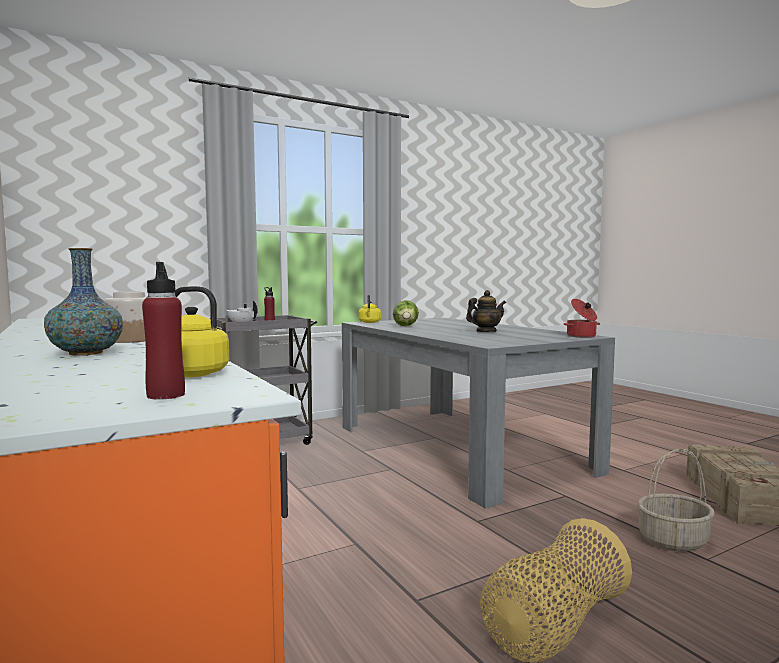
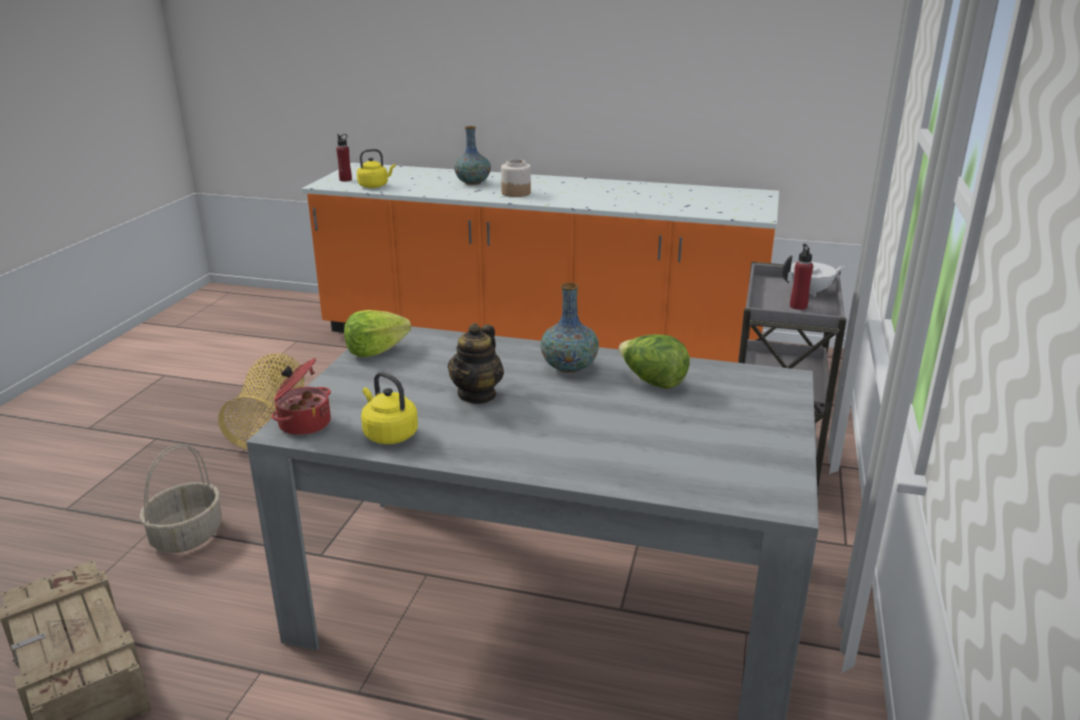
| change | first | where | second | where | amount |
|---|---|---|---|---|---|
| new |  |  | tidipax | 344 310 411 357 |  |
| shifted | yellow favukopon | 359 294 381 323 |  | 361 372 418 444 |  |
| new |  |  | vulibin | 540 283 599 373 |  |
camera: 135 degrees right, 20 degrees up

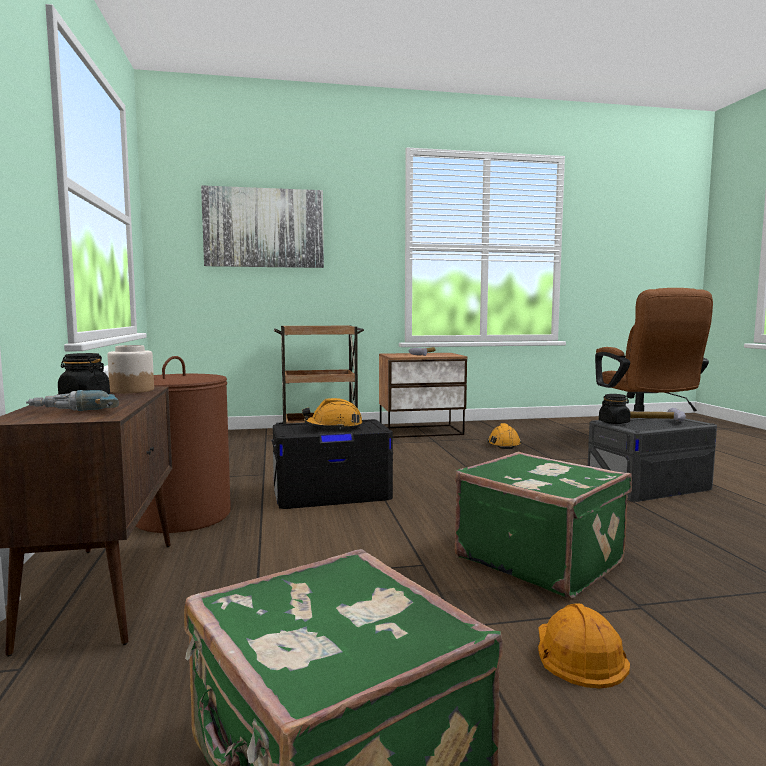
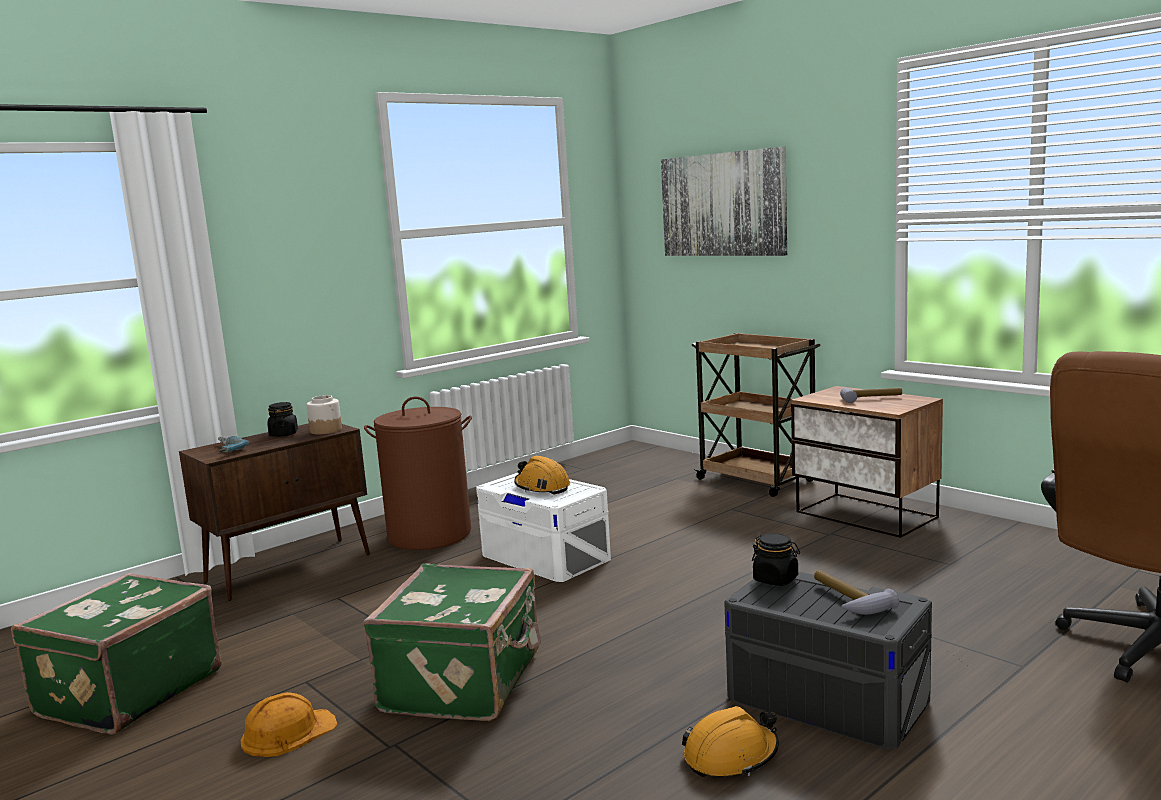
| change | first | where | second | where | amount |
|---|---|---|---|---|---|
| repainted | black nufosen | 271 419 393 509 | white nufosen | 476 473 611 582 |  |
| shifted | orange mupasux | 487 423 521 449 |  | 682 706 779 777 |  |
camera: 60 degrees right, 5 degrees up

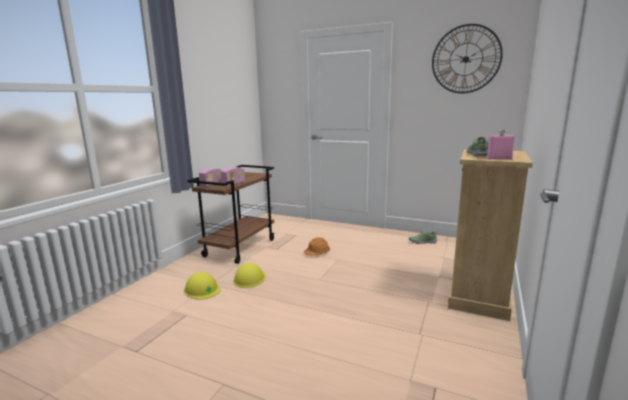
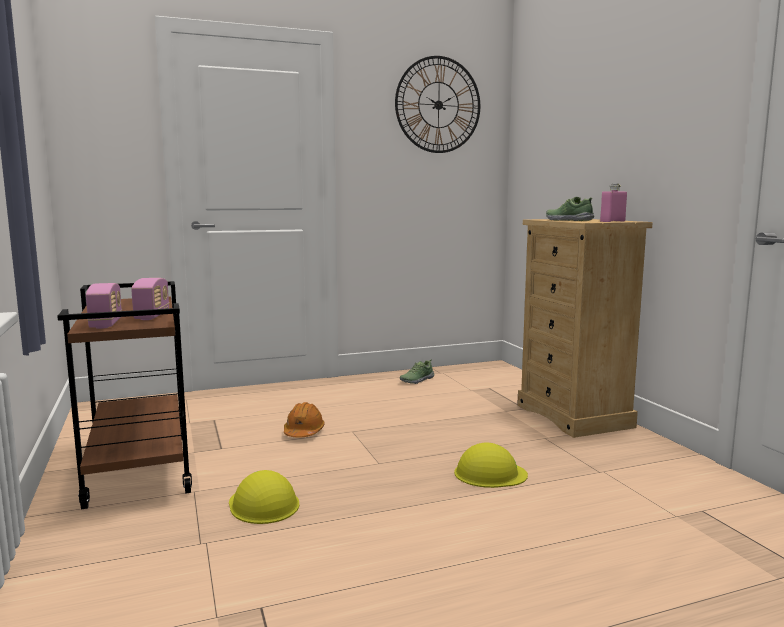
| change | first | where | second | where | amount |
|---|---|---|---|---|---|
| shifted | yellow mupasux | 184 272 220 300 |  | 454 442 528 488 |  |
camera: 45 degrees left, 5 degrees down

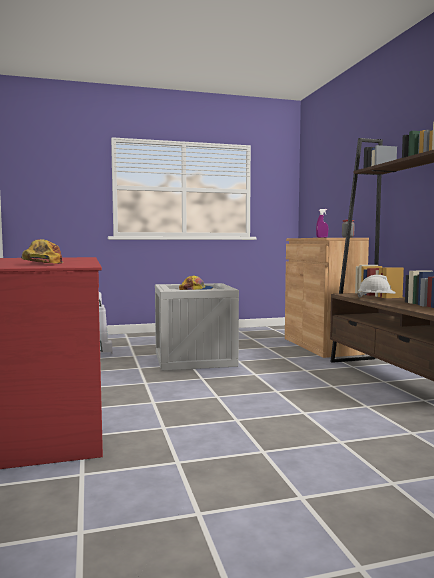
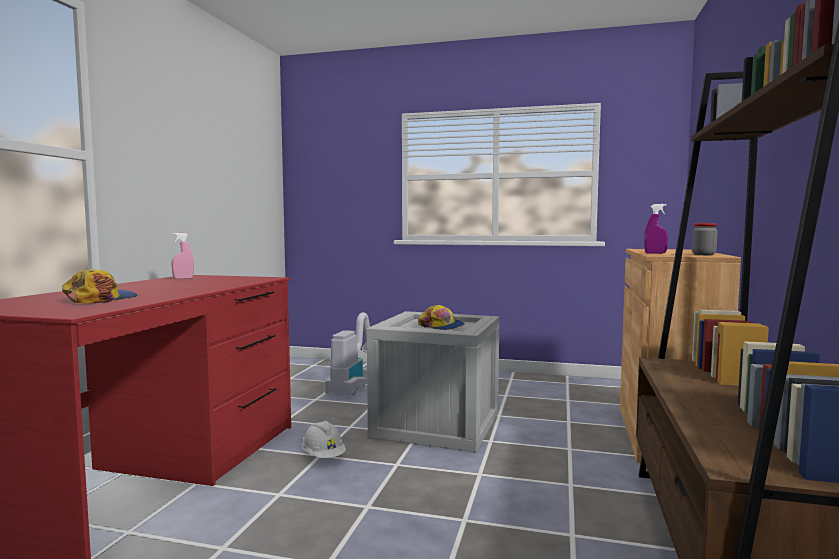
| change | first | where | second | where | amount |
|---|---|---|---|---|---|
| new |  |  | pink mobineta | 172 233 194 279 |  |
| shifted | white mupasux | 357 275 395 298 |  | 302 421 346 458 |  |
camera: 30 degrees right, 0 degrees up

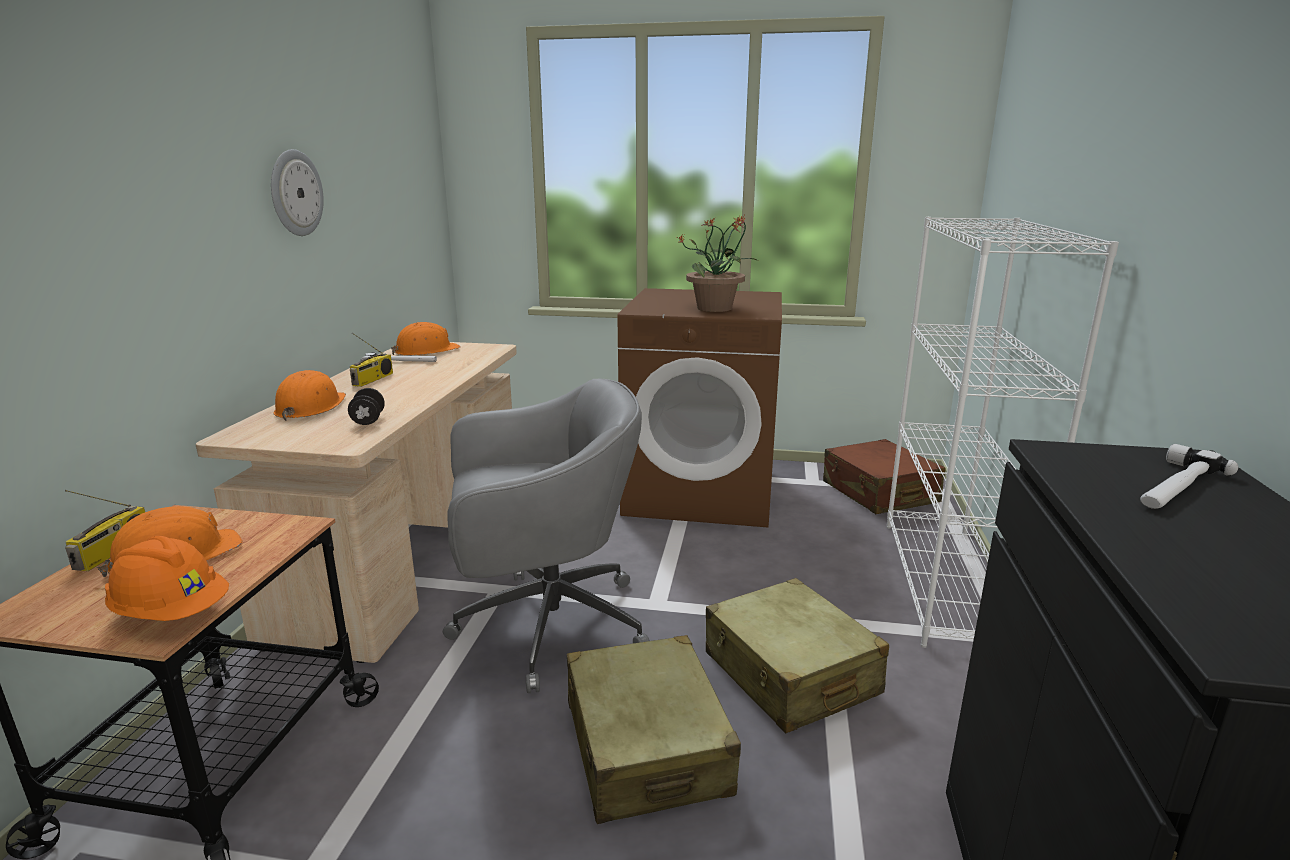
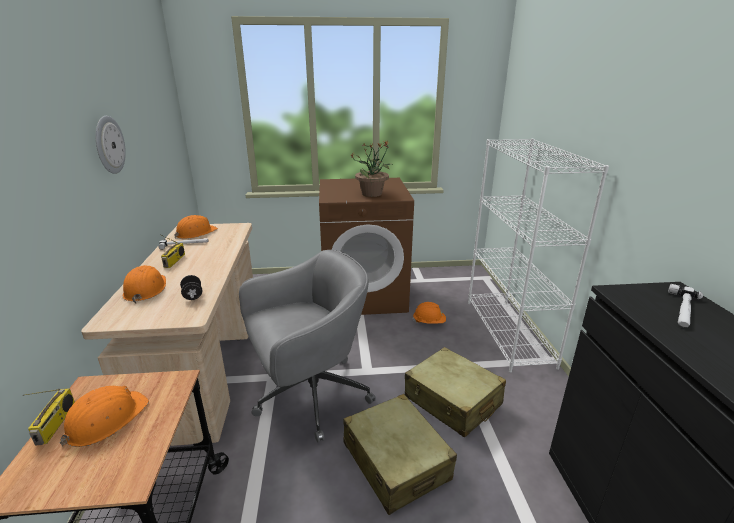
| change | first | where | second | where | amount |
|---|---|---|---|---|---|
| shifted | orange mupasux | 105 536 229 621 |  | 413 302 446 324 |  |
| gone | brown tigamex | 823 439 945 514 |  |  |  |
camera: 15 degrees left, 5 degrees up

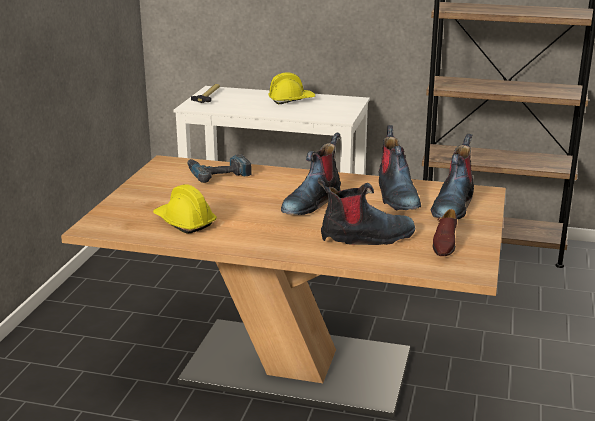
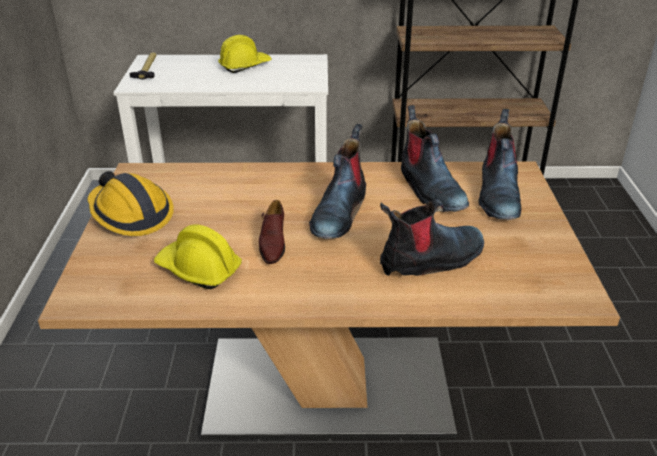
| change | first | where | second | where | amount |
|---|---|---|---|---|---|
| new |  |  | mupasux | 87 171 174 236 |  |
| shifted | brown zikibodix | 433 209 457 256 |  | 259 200 285 264 |  |
| gone | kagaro | 187 154 252 183 |  |  |  |
camera: 15 degrees left, 10 degrees up

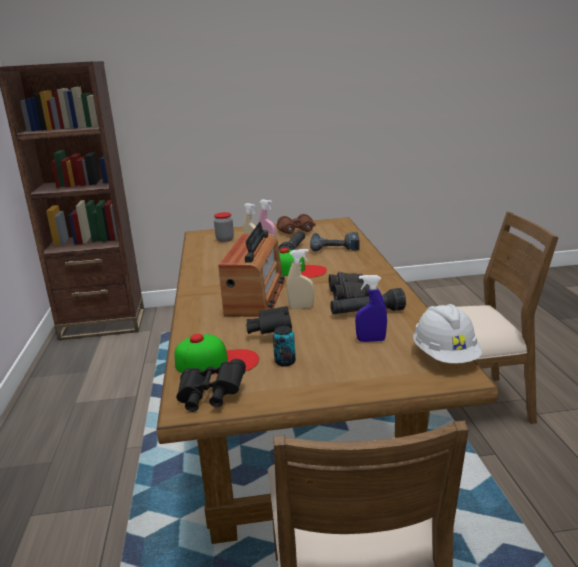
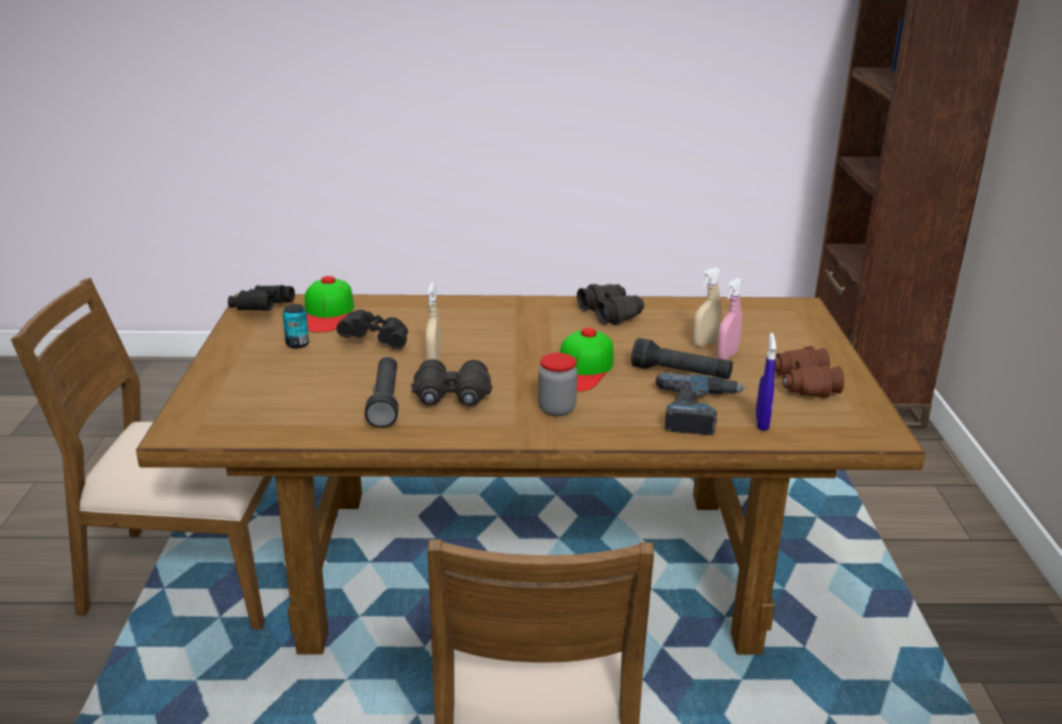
| change | first | where | second | where | amount |
|---|---|---|---|---|---|
| shifted | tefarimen | 214 212 234 242 |  | 538 353 578 416 |  |
| new |  |  | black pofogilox | 577 284 644 325 |  |
| shifted | blue mobineta | 355 275 387 342 |  | 756 333 776 431 |  |
| gone | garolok | 218 222 285 317 |  |  |  |
| gone | white mupasux | 413 304 482 364 |  |  |  |
camera: 95 degrees right, 5 degrees up

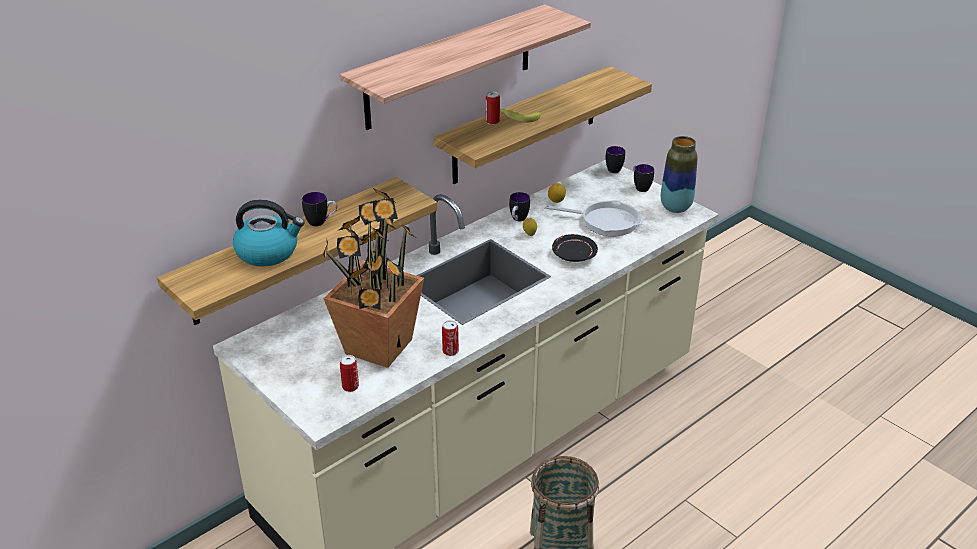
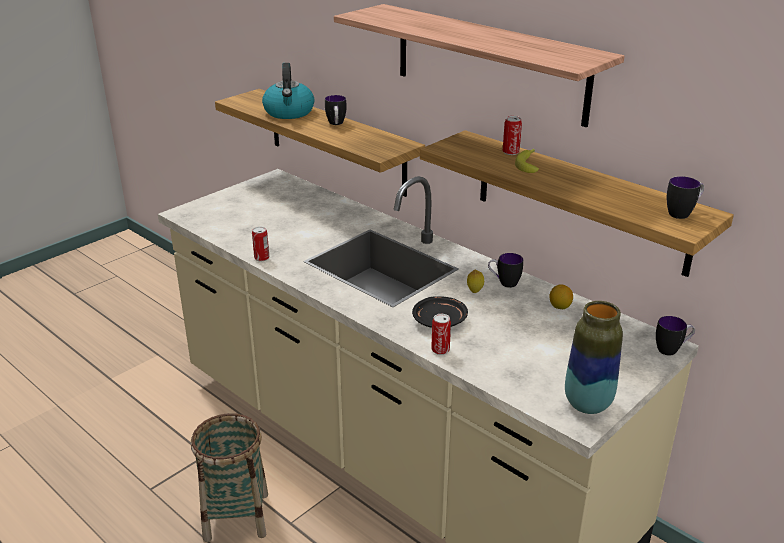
| change | first | where | second | where | amount |
|---|---|---|---|---|---|
| shifted | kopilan | 340 355 359 392 |  | 431 314 451 355 |  |
| shifted | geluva | 634 164 654 192 |  | 667 176 704 219 |  |
| gone | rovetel | 323 187 424 368 |  |  |  |
| gone | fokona | 544 200 644 236 |  |  |  |
camera: 85 degrees right, 5 degrees down

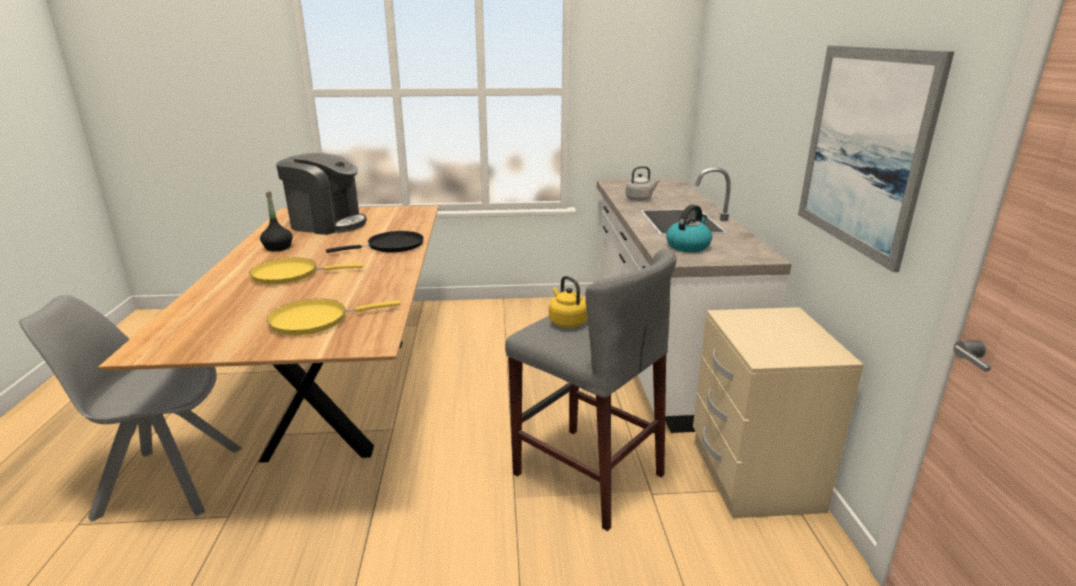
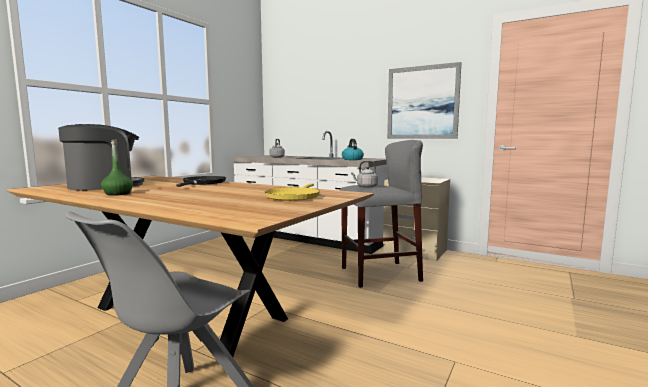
| change | first | where | second | where | amount |
|---|---|---|---|---|---|
| repainted | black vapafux | 260 191 293 251 | green vapafux | 101 140 133 196 |  |
| repainted | yellow favukopon | 549 276 588 328 | grey favukopon | 351 161 378 188 |  |
| gone | yellow fokona | 250 258 363 285 |  |  |  |
camera: 55 degrees left, 15 degrees down

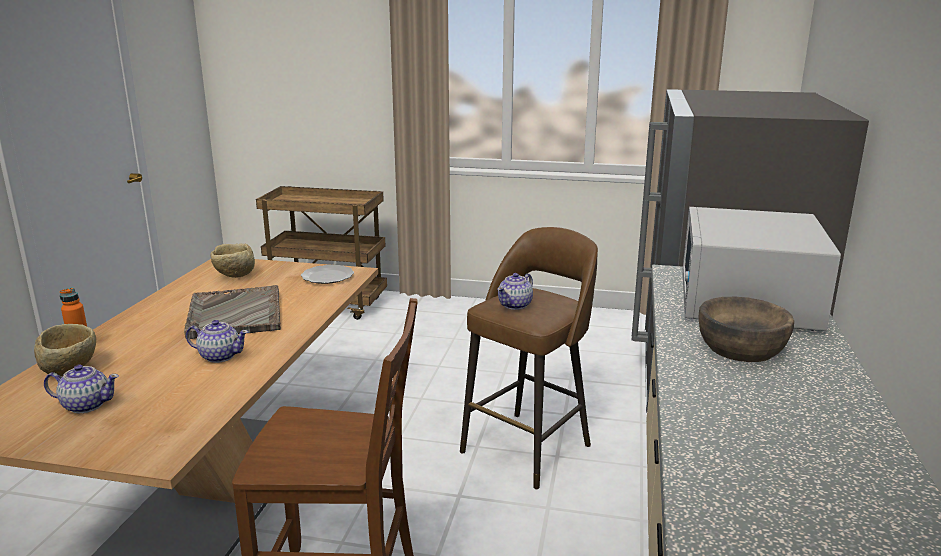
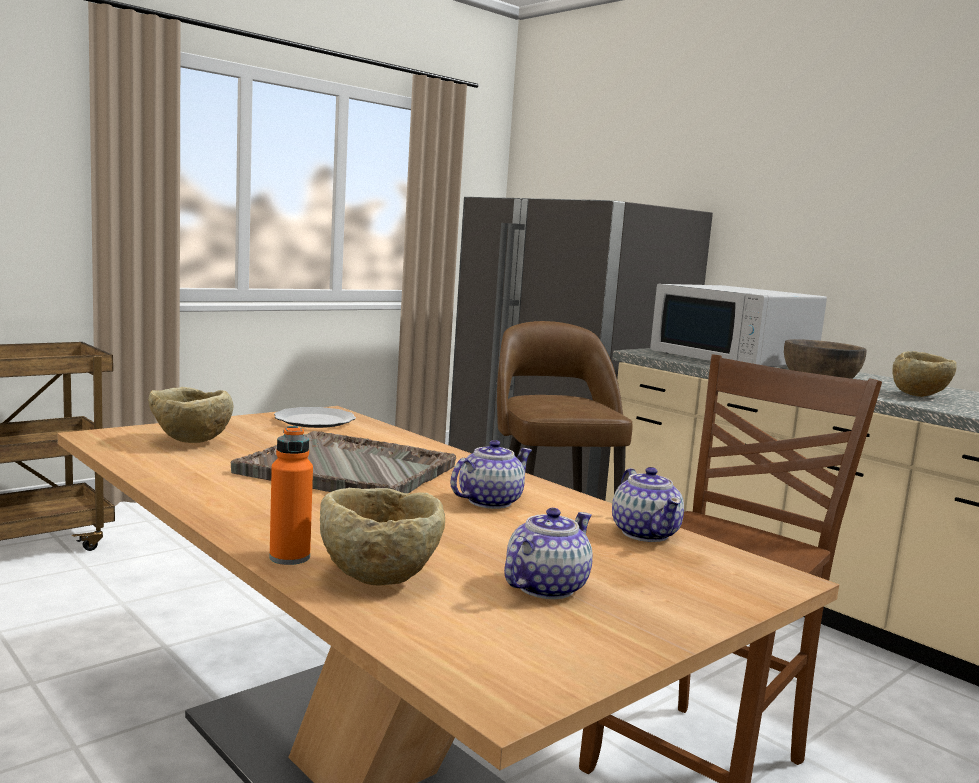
| change | first | where | second | where | amount |
|---|---|---|---|---|---|
| shifted | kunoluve | 497 273 533 310 |  | 612 467 684 542 |  |
| new |  |  | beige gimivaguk | 892 351 957 397 |  |
camera: 55 degrees left, 10 degrees down

